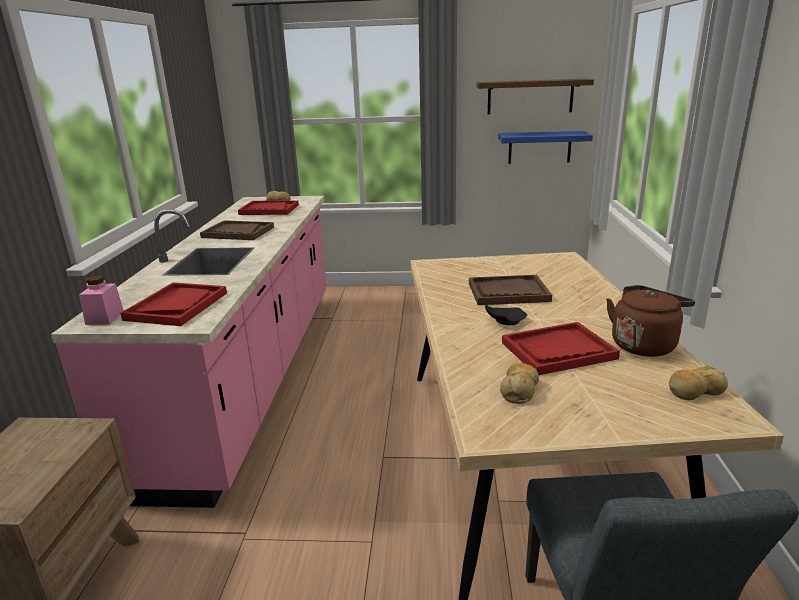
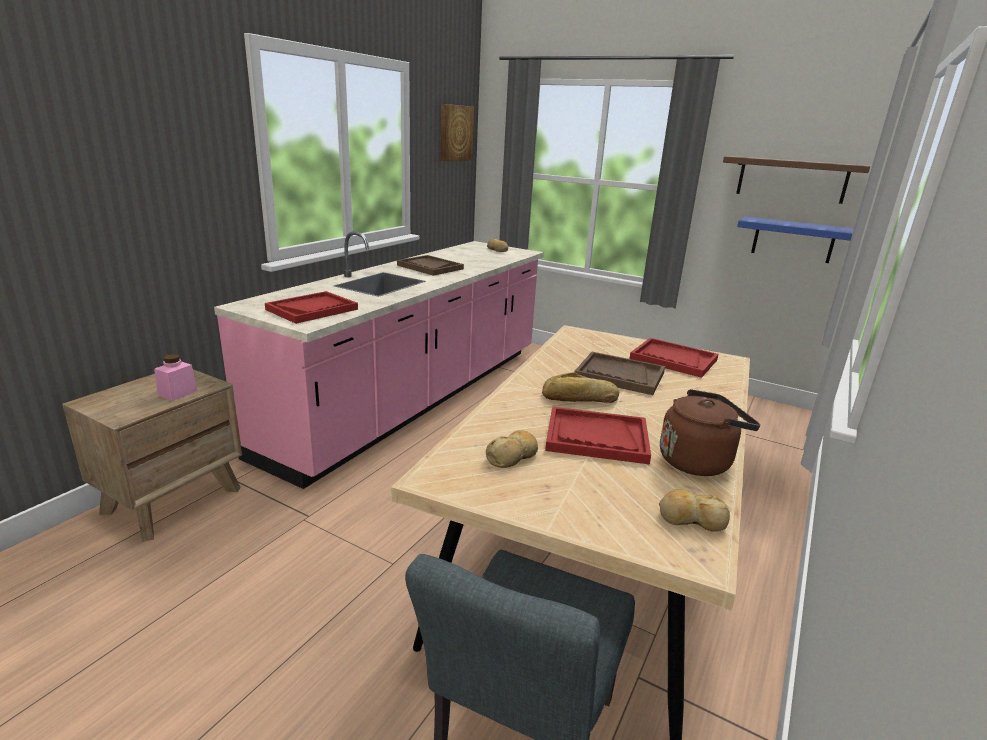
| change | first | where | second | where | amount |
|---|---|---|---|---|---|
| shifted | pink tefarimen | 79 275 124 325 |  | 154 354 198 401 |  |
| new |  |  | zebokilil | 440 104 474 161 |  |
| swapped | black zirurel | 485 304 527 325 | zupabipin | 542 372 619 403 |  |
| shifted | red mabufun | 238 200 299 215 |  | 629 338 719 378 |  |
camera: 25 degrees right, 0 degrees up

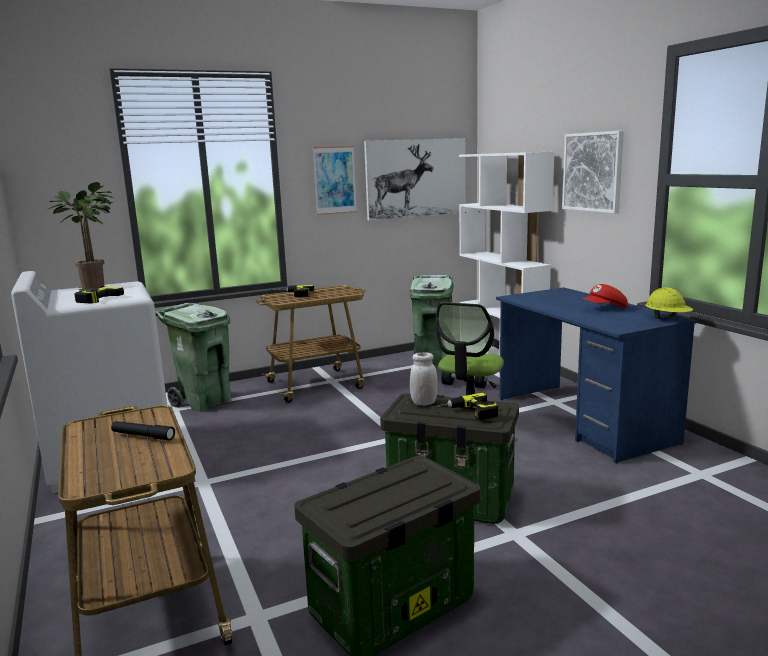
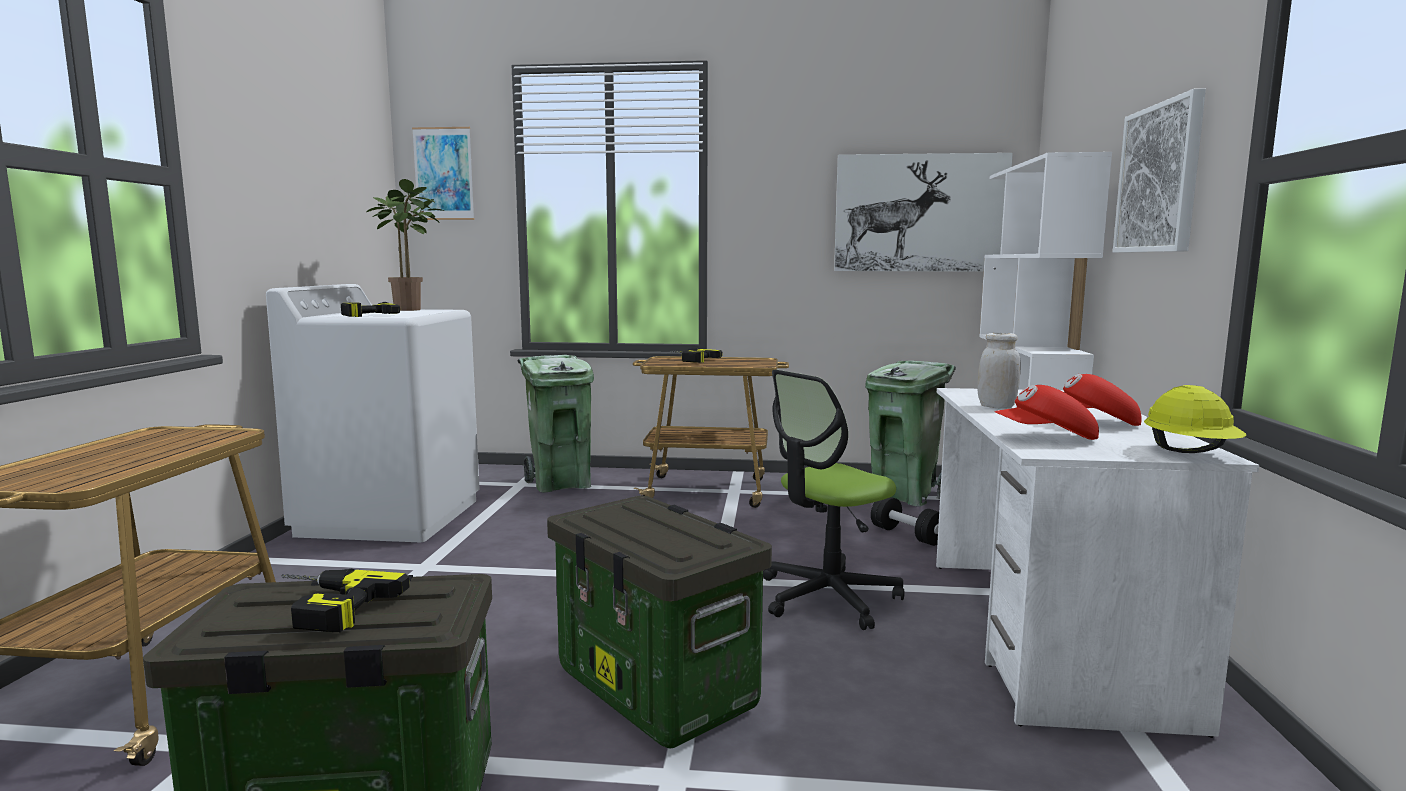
| change | first | where | second | where | amount |
|---|---|---|---|---|---|
| shifted | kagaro | 430 393 498 420 |  | 281 569 410 632 |  |
| shifted | zebokilil | 312 146 357 215 |  | 412 127 474 220 |  |
| repainted | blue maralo | 496 287 697 463 | white maralo | 936 388 1259 738 |  |
| shifted | white tefarimen | 410 353 437 405 |  | 977 333 1021 409 |  |
| new |  |  | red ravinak | 994 385 1099 440 |  |
| gone | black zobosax | 111 421 175 441 |  |  |  |
camera: 30 degrees right, 5 degrees down

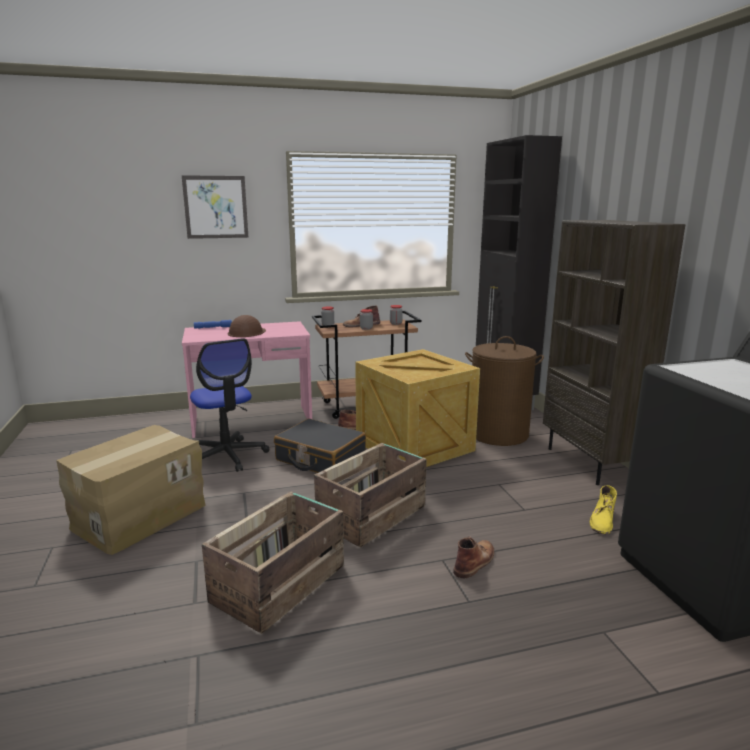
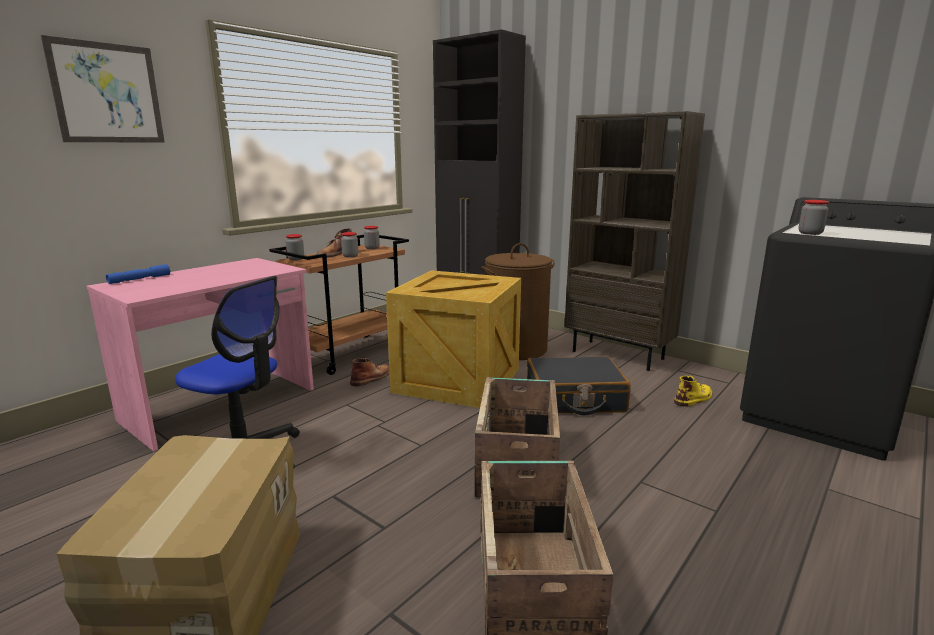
| change | first | where | second | where | amount |
|---|---|---|---|---|---|
| shifted | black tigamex | 274 419 366 473 |  | 527 356 631 415 |  |
| rotated | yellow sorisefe | 590 485 617 534 |  | 674 376 712 406 | 120 degrees counterclockwise |
| new |  |  | tefarimen | 798 200 829 235 |  |
| gone | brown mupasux | 227 315 266 337 |  |  |  |
| gone | brown sorisefe | 453 536 494 578 |  |  |  |
camera: 35 degrees left, 0 degrees up

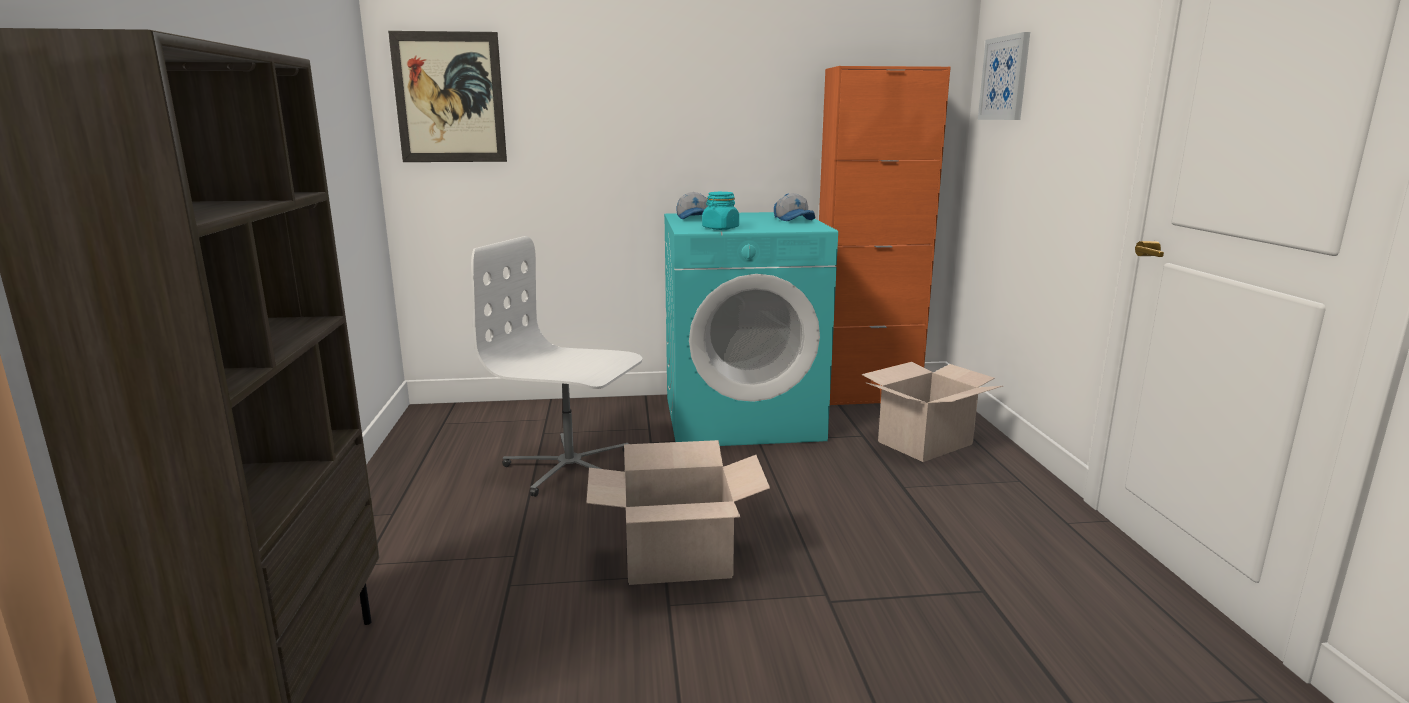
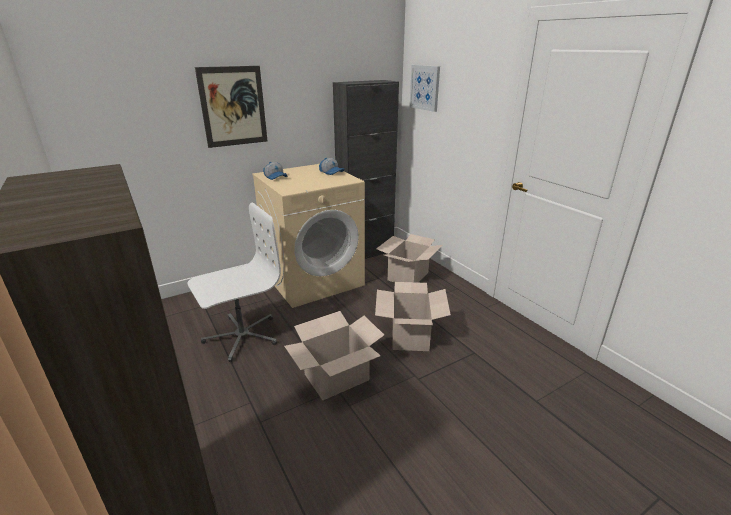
| change | first | where | second | where | amount |
|---|---|---|---|---|---|
| rotated | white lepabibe | 471 236 642 497 |  | 188 202 281 362 | 150 degrees clockwise |
| shifted | zebokilil | 388 31 507 162 |  | 195 66 267 148 |  |
| repainted | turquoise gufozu | 664 212 838 446 | beige gufozu | 252 164 365 308 |  |
| repainted | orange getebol | 819 66 951 405 | black getebol | 333 80 399 259 |  |
| new |  |  | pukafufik | 375 282 451 351 |  |
| gone | turquoise tefarimen | 702 192 739 230 |  |  |  |
camera: 25 degrees left, 10 degrees up

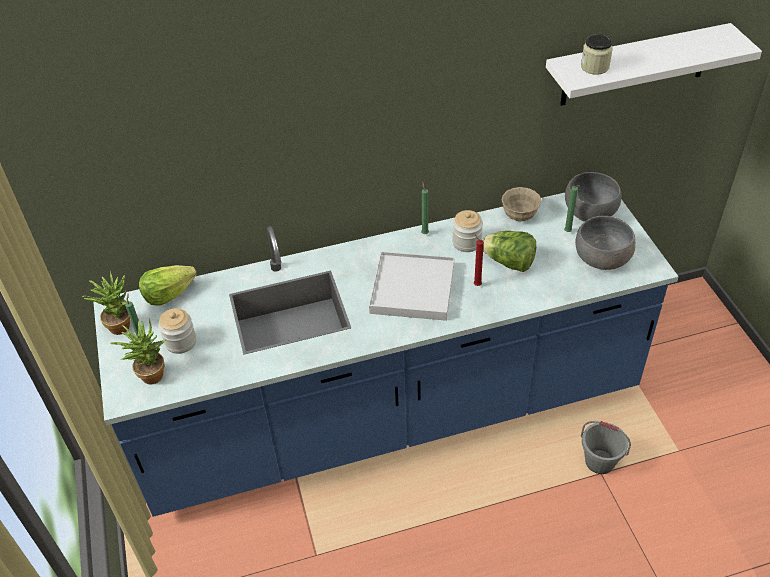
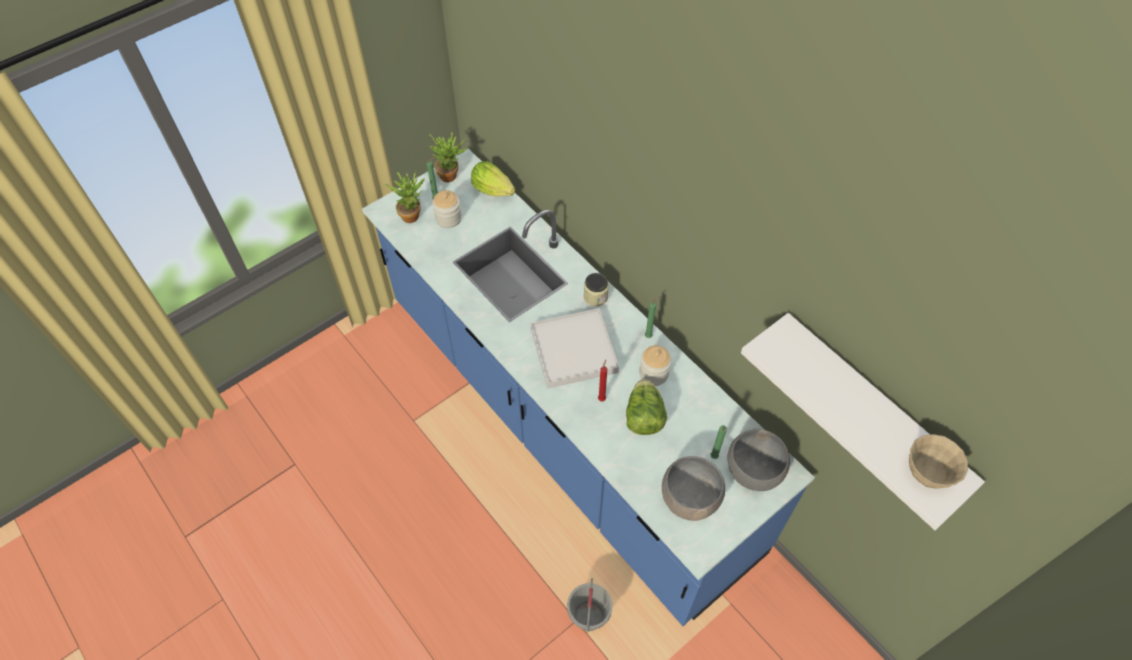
| change | first | where | second | where | amount |
|---|---|---|---|---|---|
| shifted | tefarimen | 581 34 613 75 |  | 584 273 609 307 |  |
| shifted | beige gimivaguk | 502 187 541 221 |  | 909 434 968 489 |  |
camera: 65 degrees right, 10 degrees up

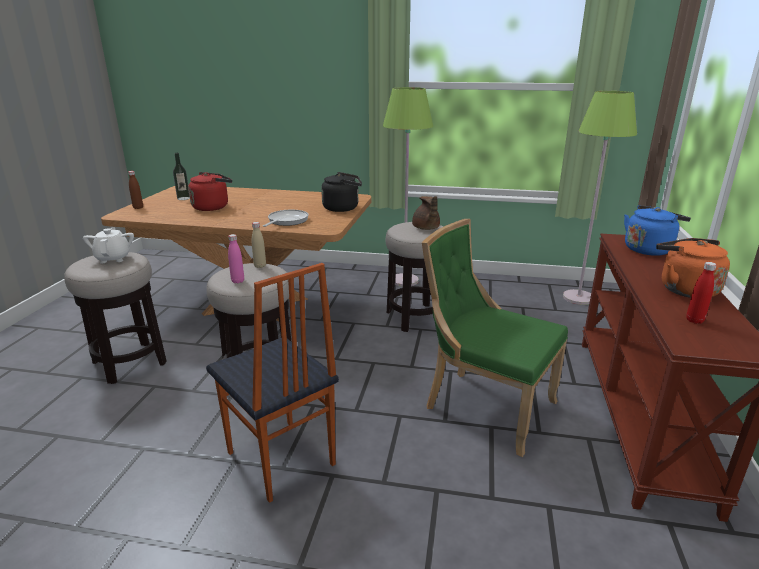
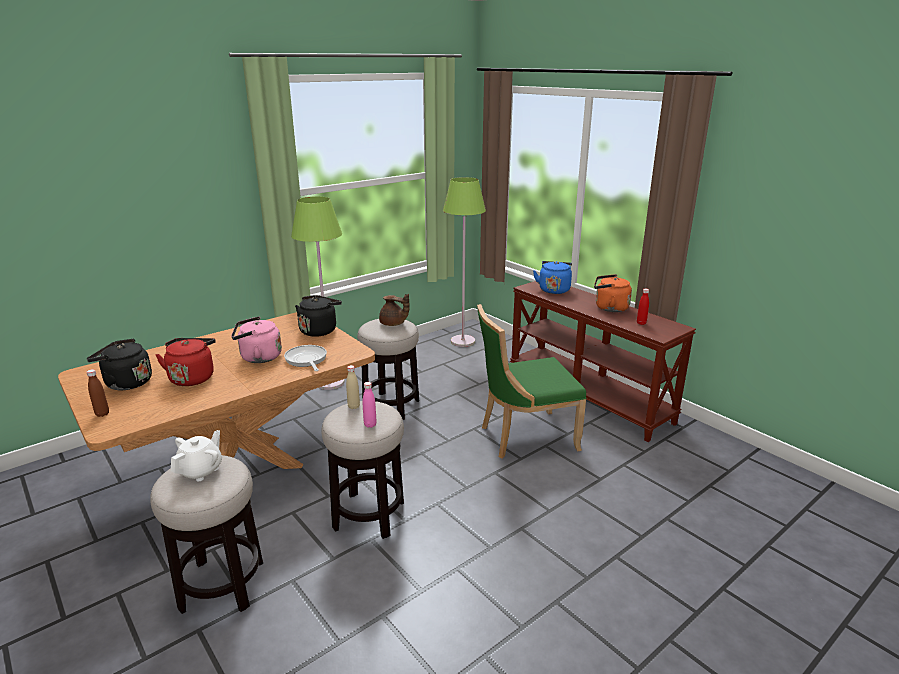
| change | first | where | second | where | amount |
|---|---|---|---|---|---|
| swapped | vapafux | 173 153 190 200 | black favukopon | 87 339 152 390 |  |
| rotated | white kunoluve | 83 227 134 263 |  | 171 430 222 481 | 90 degrees clockwise |
| new |  |  | pink favukopon | 231 316 282 363 |  |
| gone | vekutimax | 206 263 339 503 |  |  |  |
camera: 50 degrees left, 0 degrees up

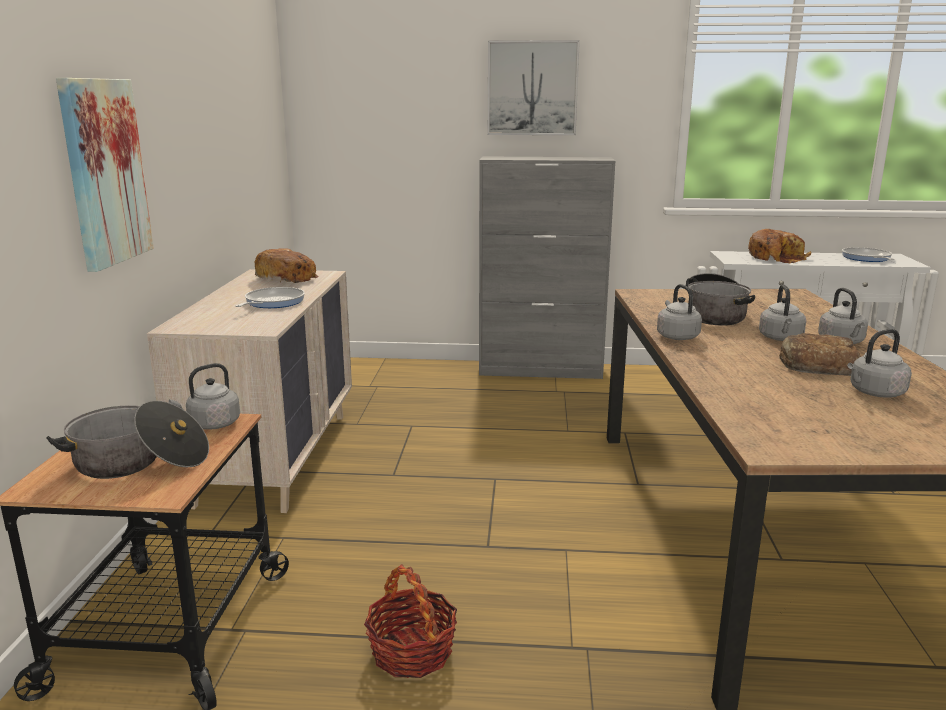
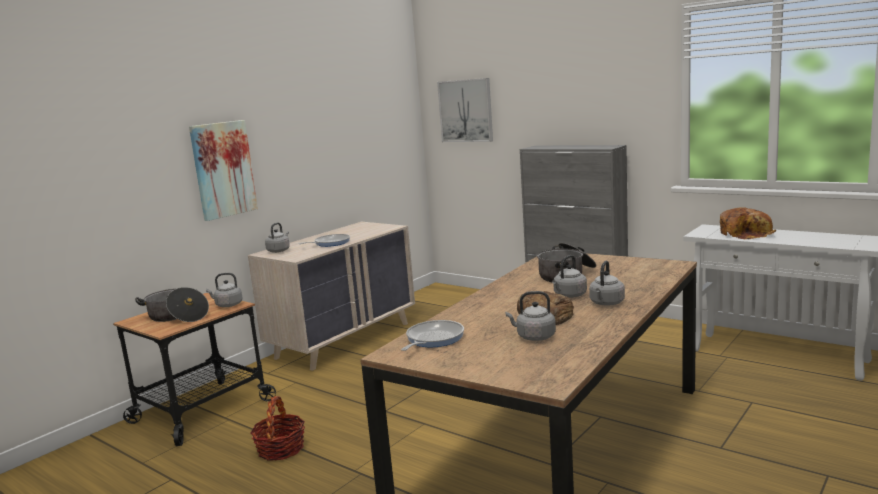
| change | first | where | second | where | amount |
|---|---|---|---|---|---|
| shifted | grey favukopon | 657 284 702 340 |  | 265 222 290 253 |  |
| shifted | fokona | 842 247 895 262 |  | 401 320 464 351 |  |
| shifted | zebokilil | 488 40 580 135 |  | 437 78 493 142 |  |
| gone | zupabipin | 255 248 318 283 |  |  |  |
camera: 35 degrees right, 5 degrees down

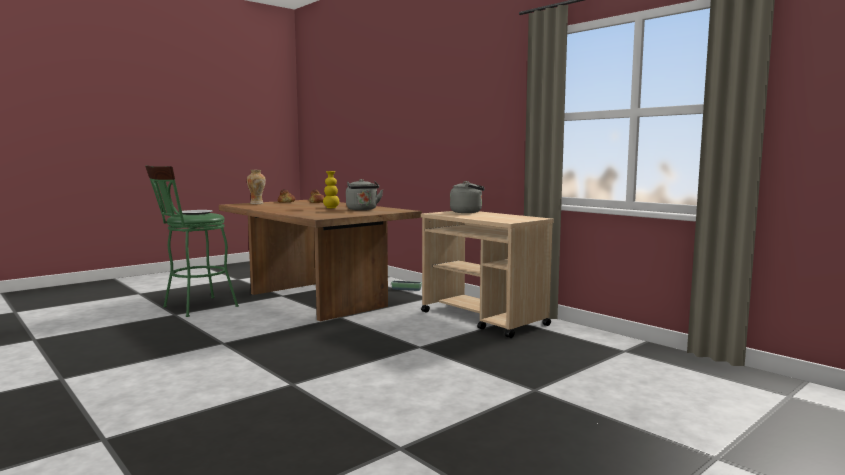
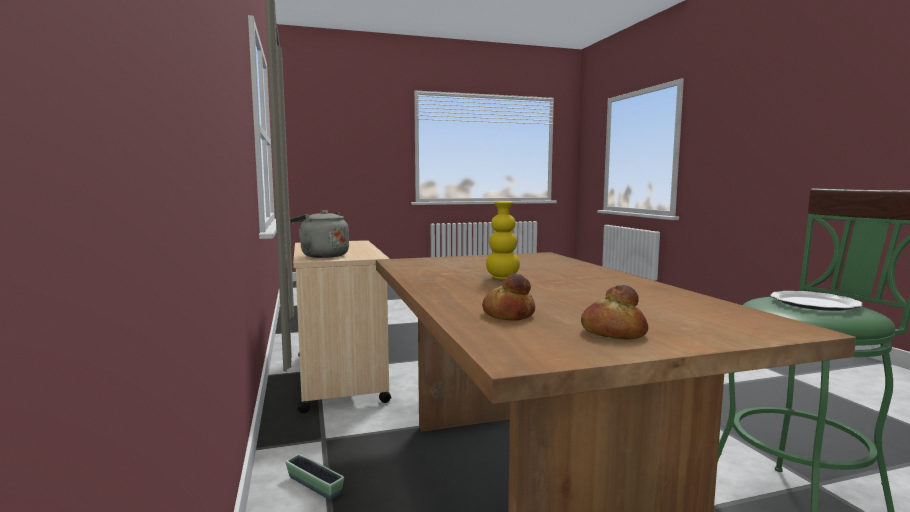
| change | first | where | second | where | amount |
|---|---|---|---|---|---|
| gone | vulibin | 247 170 266 204 |  |  |  |
| gone | grey favukopon | 346 179 383 210 |  |  |  |
camera: 155 degrees left, 0 degrees up

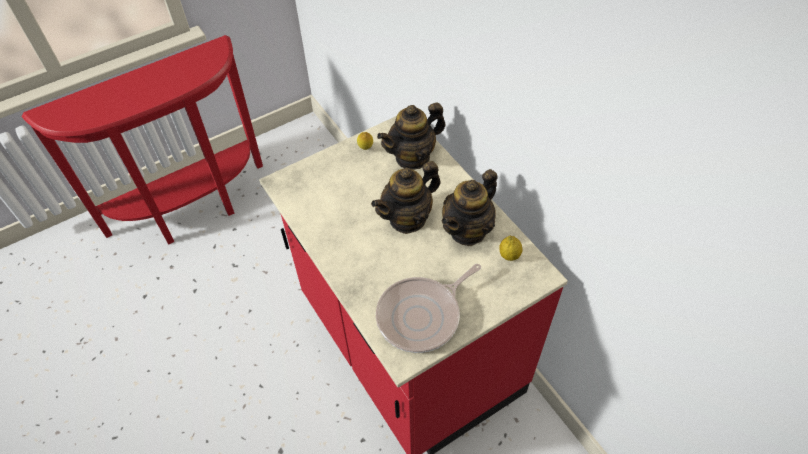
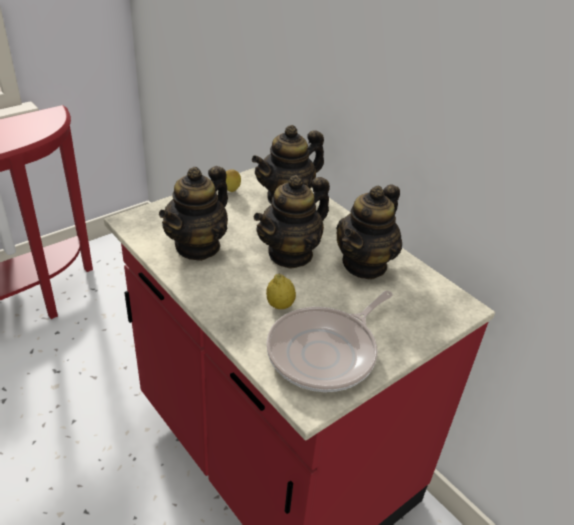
| change | first | where | second | where | amount |
|---|---|---|---|---|---|
| new |  |  | kunoluve | 159 166 228 261 |  |
| shifted | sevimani | 499 236 523 261 |  | 266 274 296 309 |  |
camera: 10 degrees left, 15 degrees down

